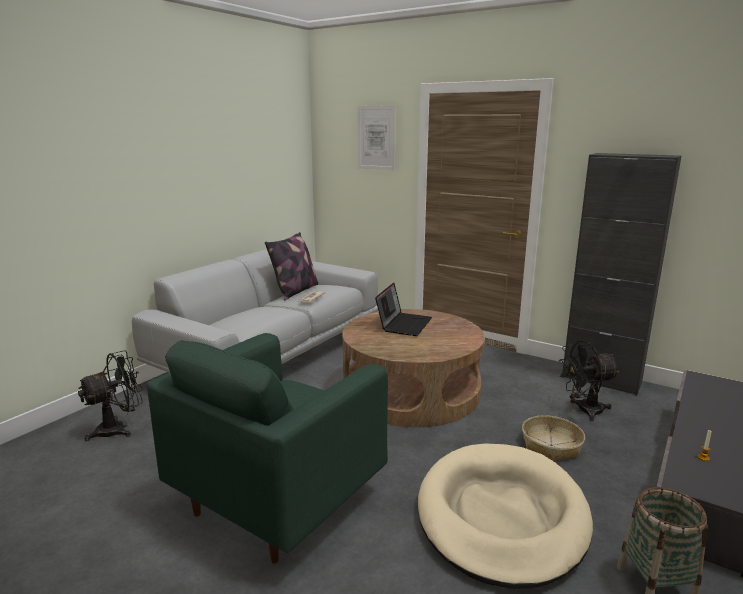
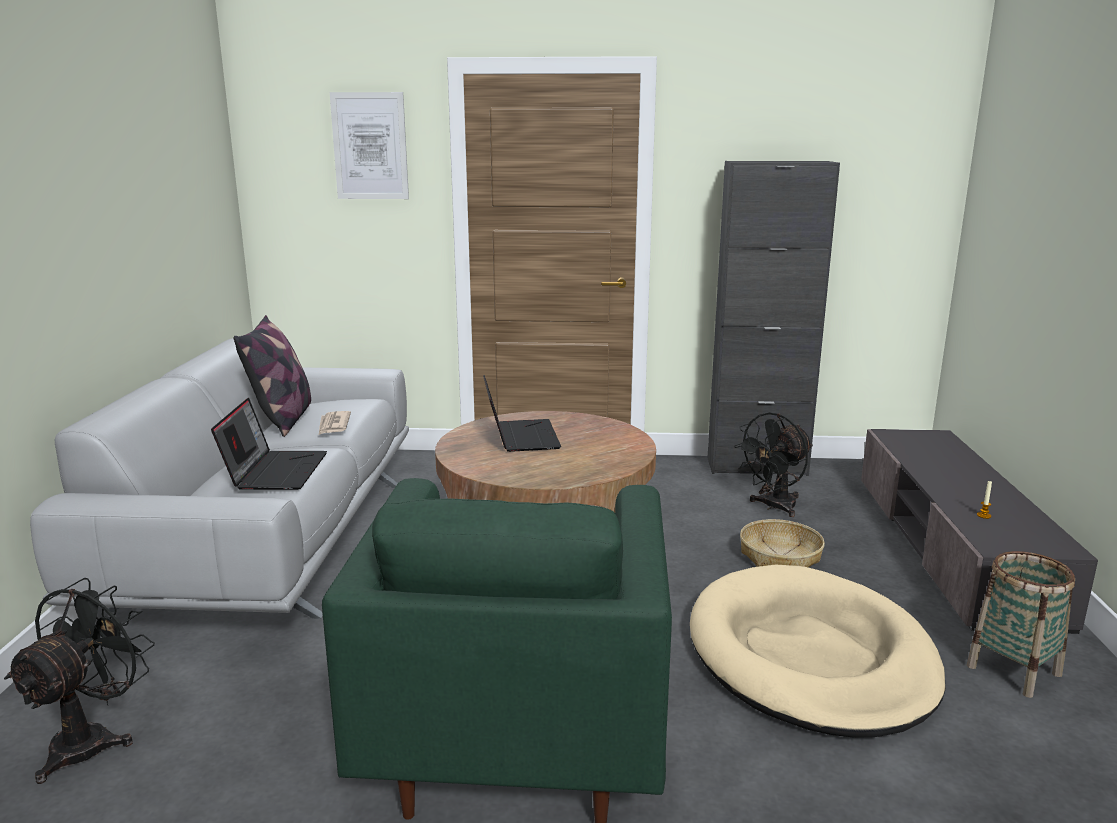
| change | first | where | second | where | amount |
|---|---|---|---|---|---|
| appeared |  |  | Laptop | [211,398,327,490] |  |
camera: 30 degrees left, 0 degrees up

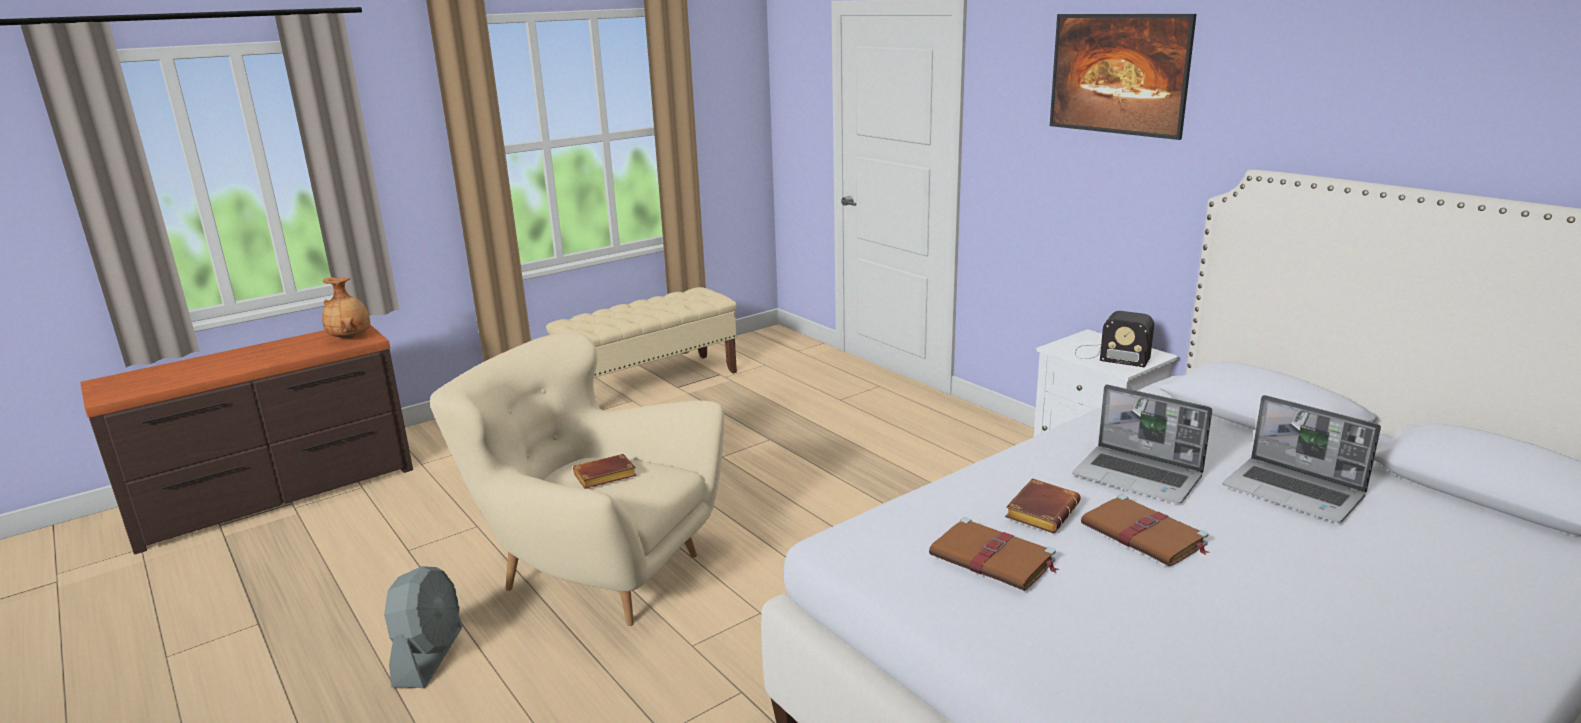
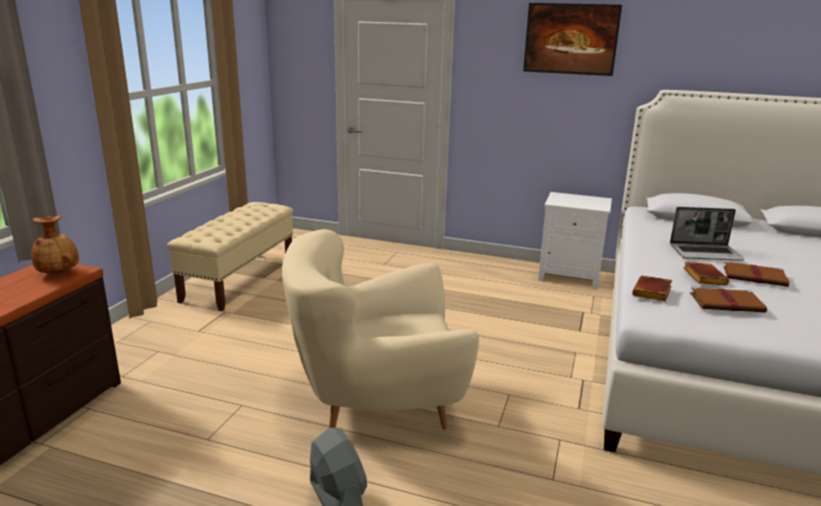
| change | first | where | second | where | amount |
|---|---|---|---|---|---|
| missing | Radio | [1075,311,1154,367] |  |  |  |
| missing | Laptop | [1223,395,1381,523] |  |  |  |
| relocated | BrownBook | [573,454,636,489] |  | [632,275,672,301] |  |
camera: 35 degrees left, 0 degrees up

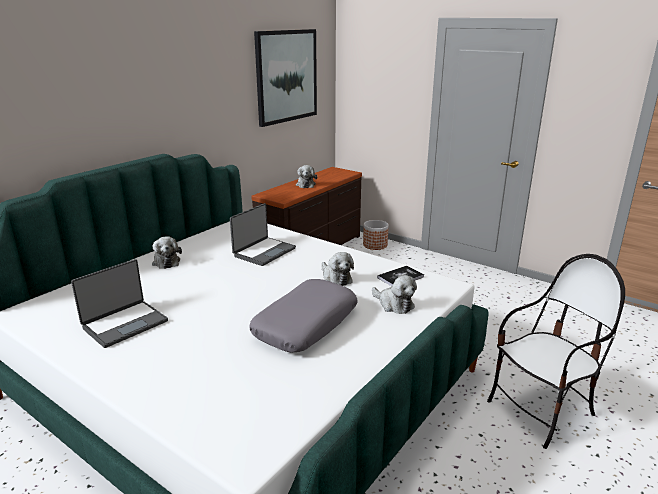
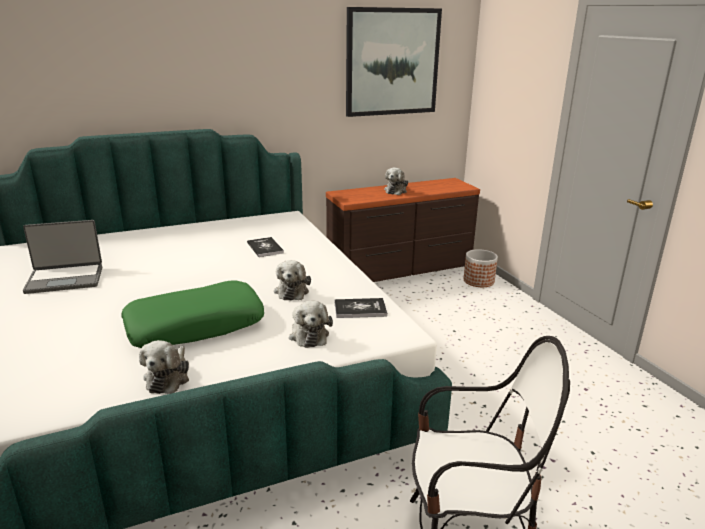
| change | first | where | second | where | amount |
|---|---|---|---|---|---|
| relocated | PlushToy | [152,237,182,269] |  | [139,340,189,394] |  |
| exchanged | Laptop | [230,203,296,266] | Book | [247,237,284,257] |  |
| colour | GreyPillow | [249,279,358,353] | GreenPillow | [121,280,264,348] |  |
camera: 30 degrees right, 0 degrees up

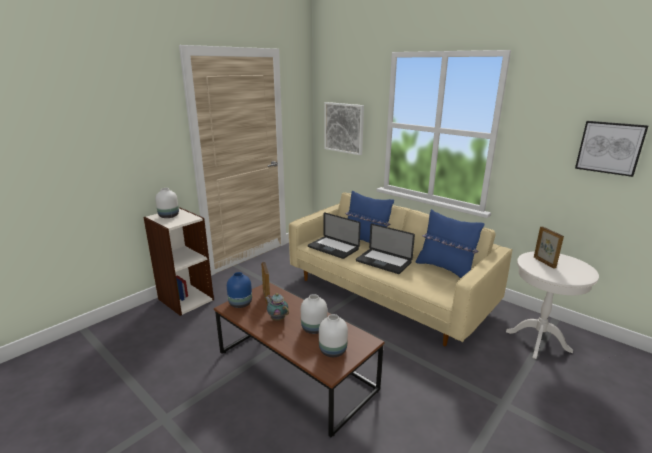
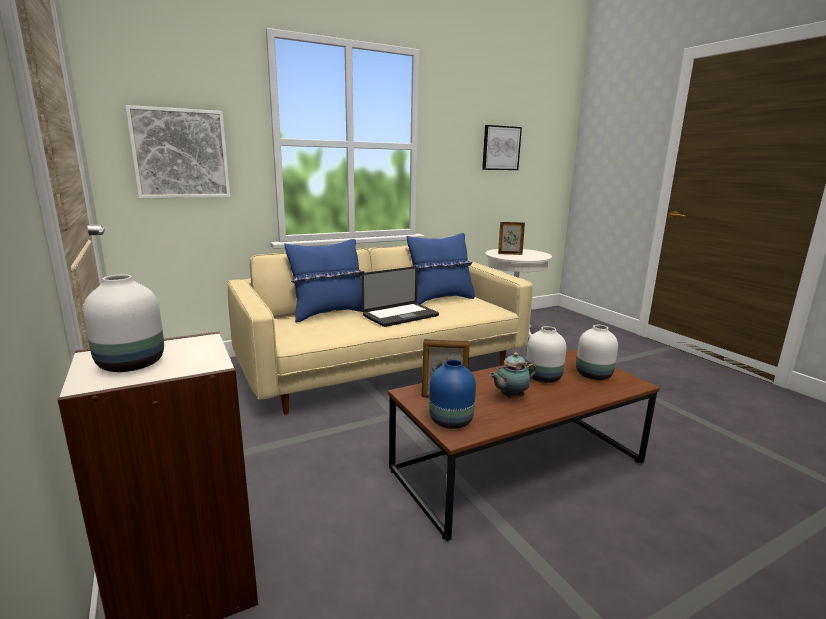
| change | first | where | second | where | amount |
|---|---|---|---|---|---|
| missing | Laptop | [308,212,361,259] |  |  |  |
camera: 70 degrees left, 5 degrees down

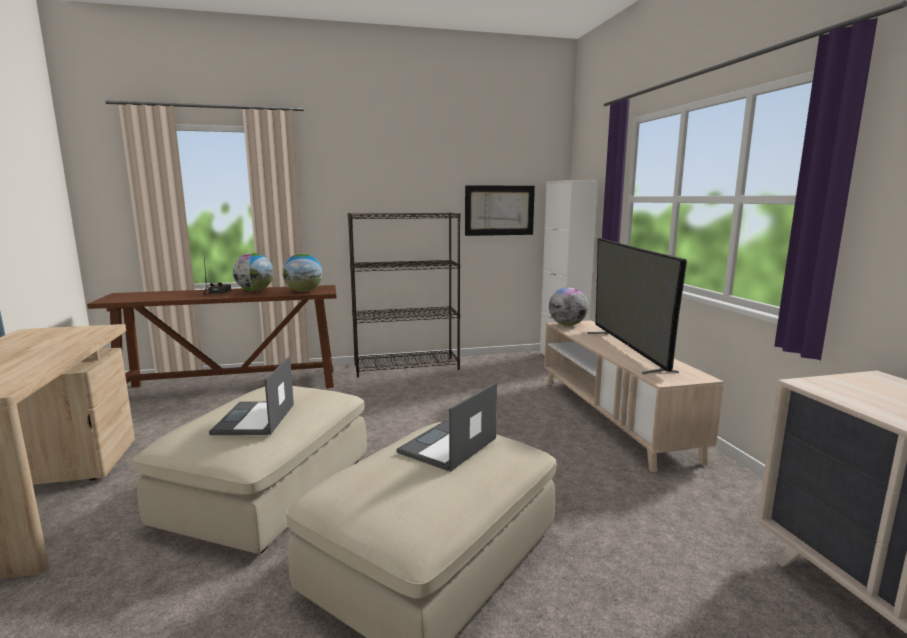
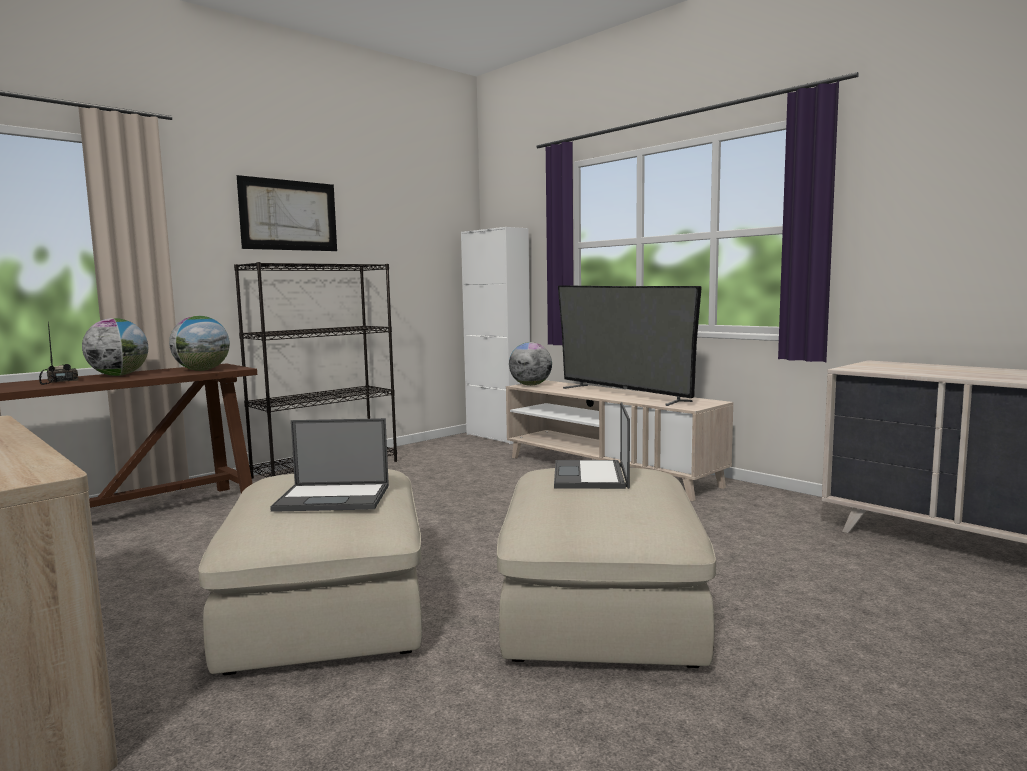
| change | first | where | second | where | amount |
|---|---|---|---|---|---|
| relocated | Picture | [465,185,535,236] |  | [237,175,337,251] |  |
| spun | Laptop | [209,356,294,435] |  | [270,418,389,512] | 60 degrees counterclockwise |
camera: 30 degrees left, 5 degrees down

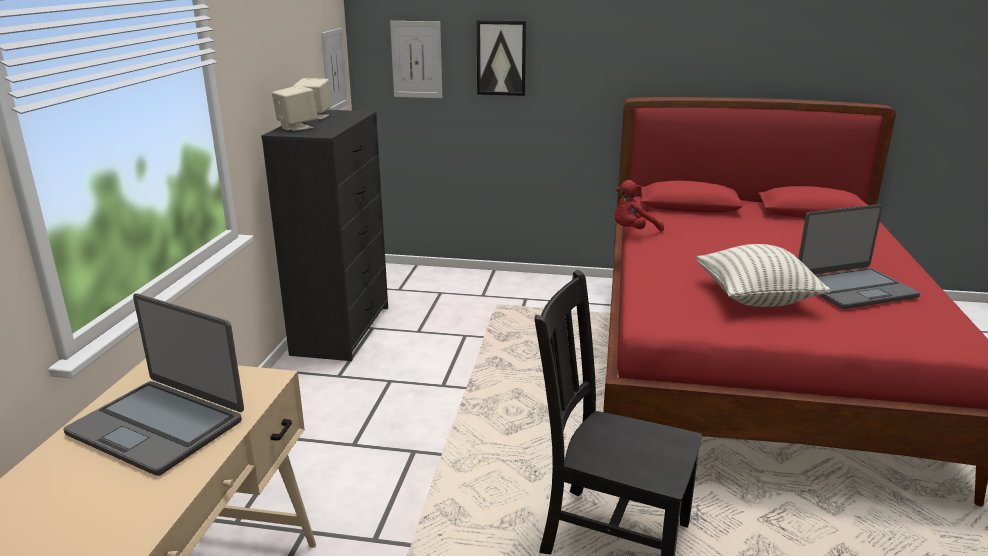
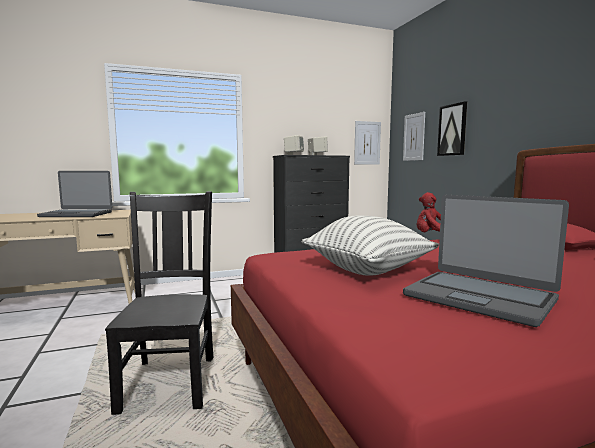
| change | first | where | second | where | amount |
|---|---|---|---|---|---|
| spun | Laptop | [64,293,244,476] |  | [37,171,112,217] | 90 degrees counterclockwise |
camera: 60 degrees right, 15 degrees down

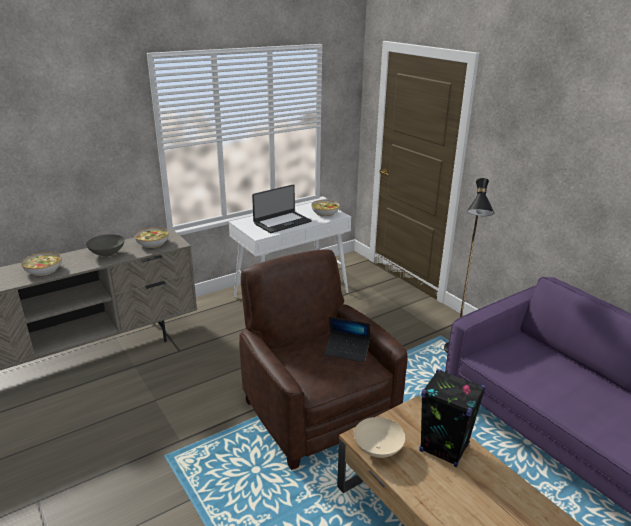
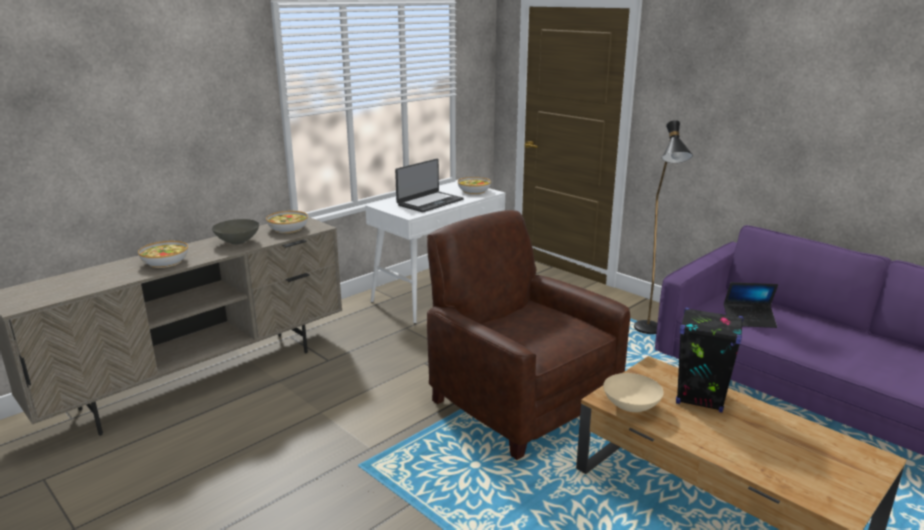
| change | first | where | second | where | amount |
|---|---|---|---|---|---|
| relocated | Laptop | [324,317,370,362] |  | [724,282,778,328] |  |
camera: 10 degrees left, 5 degrees down

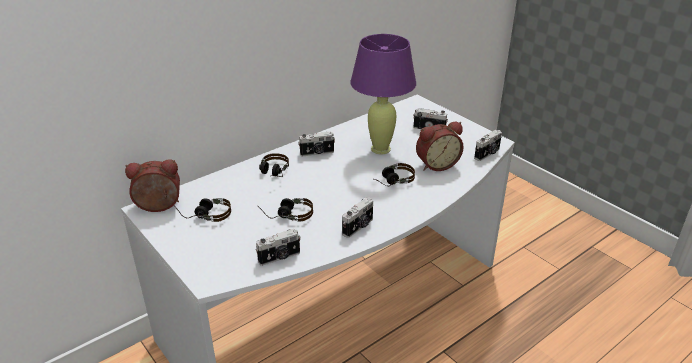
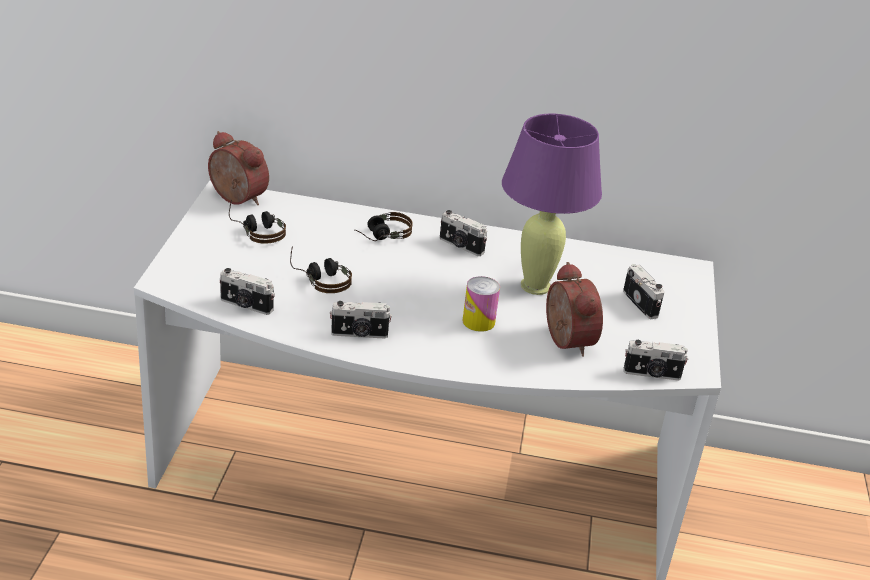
| change | first | where | second | where | amount |
|---|---|---|---|---|---|
| exchanged | Headphones | [374,163,415,186] | Can | [462,276,500,332] |  |
| spun | AlarmClock | [416,122,464,171] |  | [546,262,603,357] | 135 degrees counterclockwise |
camera: 45 degrees right, 0 degrees up

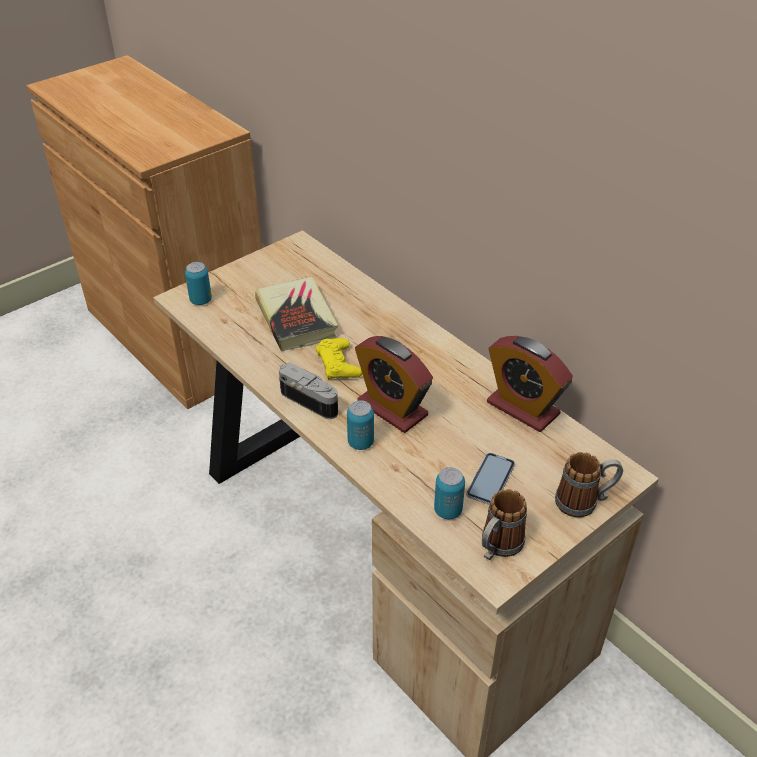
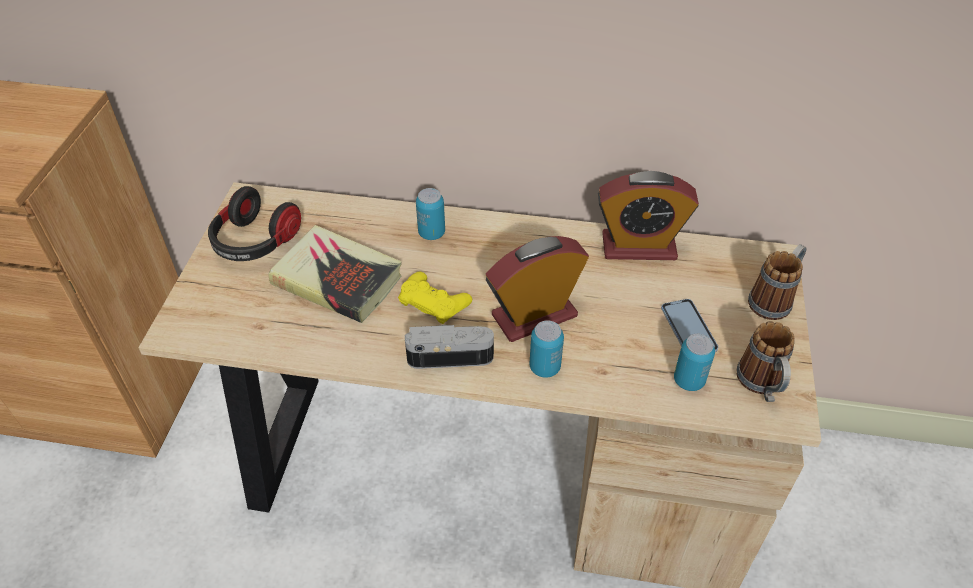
| change | first | where | second | where | amount |
|---|---|---|---|---|---|
| appeared |  |  | Headphones | [208,186,301,261] |  |
| relocated | Can | [185,262,212,305] |  | [416,188,445,240] |  |
| spun | AlarmClock | [355,336,433,433] |  | [486,236,589,342] | 150 degrees clockwise |
camera: 40 degrees left, 5 degrees up

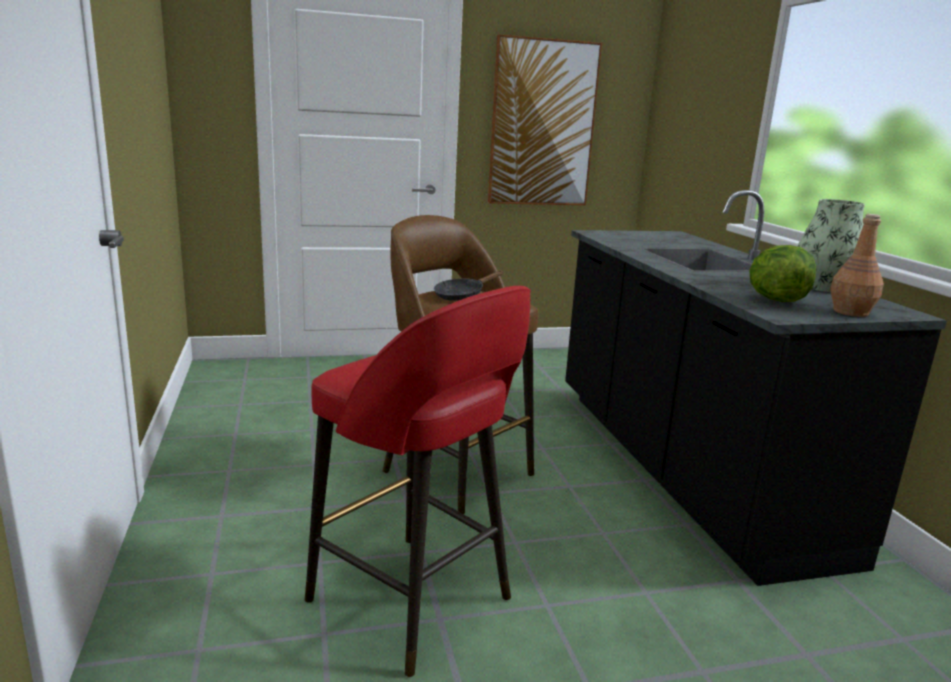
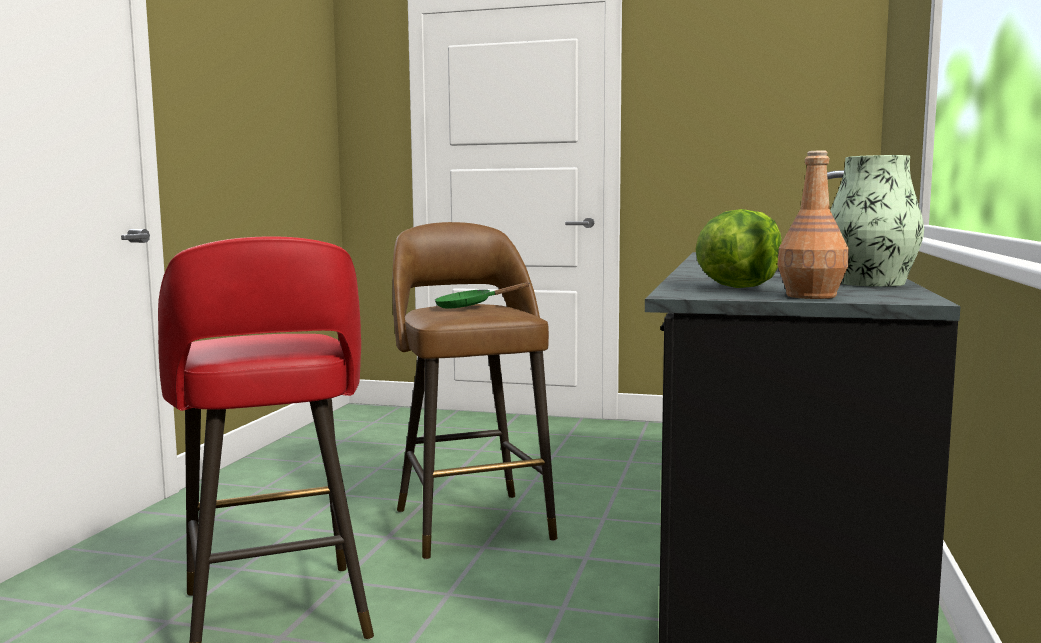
| change | first | where | second | where | amount |
|---|---|---|---|---|---|
| missing | Picture | [488,34,602,205] |  |  |  |
| colour | BlackFryingPan | [434,271,504,301] | GreenFryingPan | [435,282,530,308] |  |
camera: 30 degrees right, 10 degrees down

